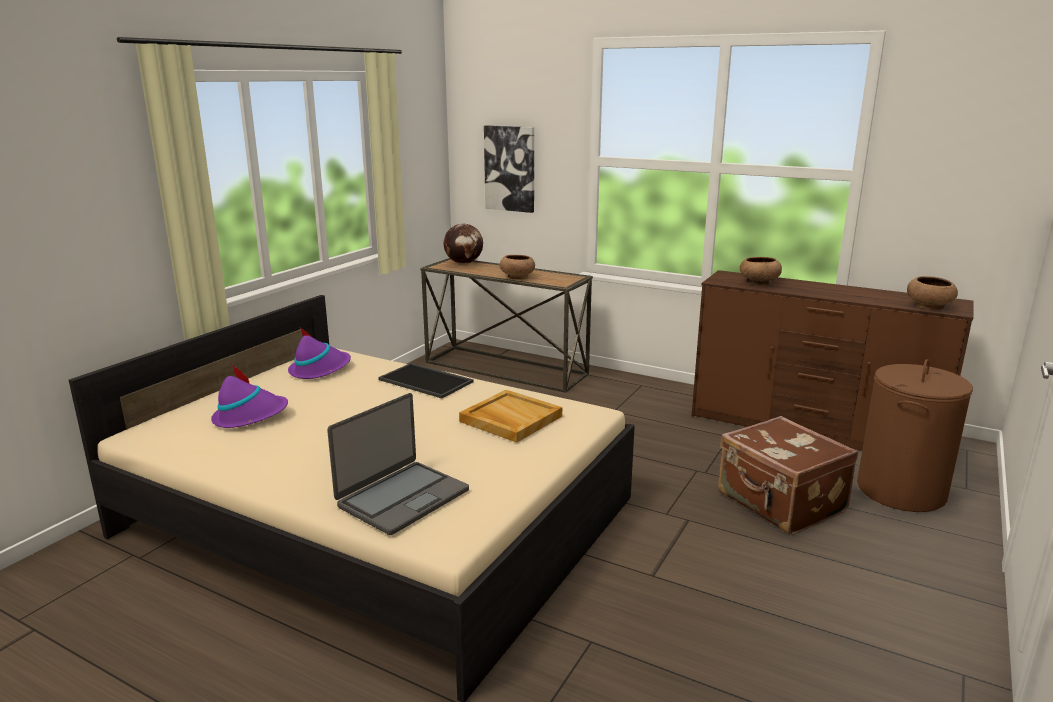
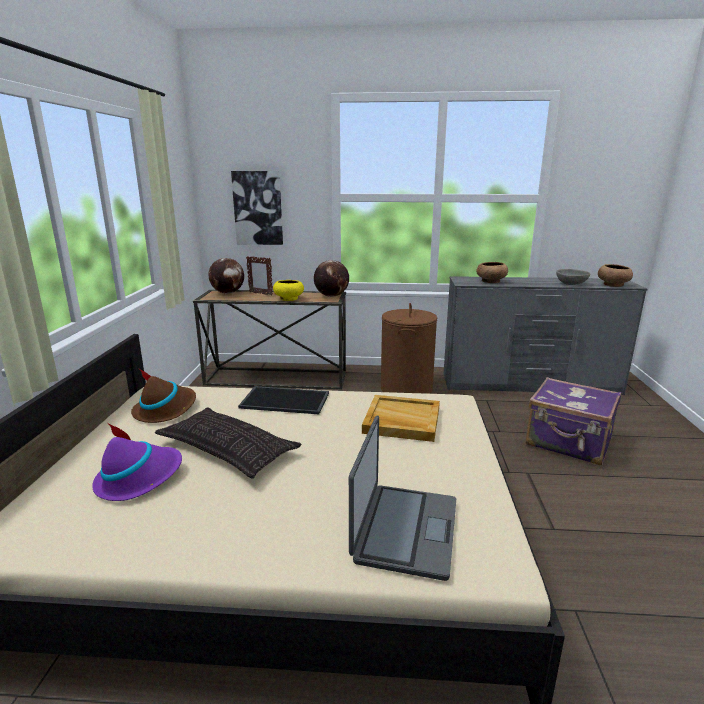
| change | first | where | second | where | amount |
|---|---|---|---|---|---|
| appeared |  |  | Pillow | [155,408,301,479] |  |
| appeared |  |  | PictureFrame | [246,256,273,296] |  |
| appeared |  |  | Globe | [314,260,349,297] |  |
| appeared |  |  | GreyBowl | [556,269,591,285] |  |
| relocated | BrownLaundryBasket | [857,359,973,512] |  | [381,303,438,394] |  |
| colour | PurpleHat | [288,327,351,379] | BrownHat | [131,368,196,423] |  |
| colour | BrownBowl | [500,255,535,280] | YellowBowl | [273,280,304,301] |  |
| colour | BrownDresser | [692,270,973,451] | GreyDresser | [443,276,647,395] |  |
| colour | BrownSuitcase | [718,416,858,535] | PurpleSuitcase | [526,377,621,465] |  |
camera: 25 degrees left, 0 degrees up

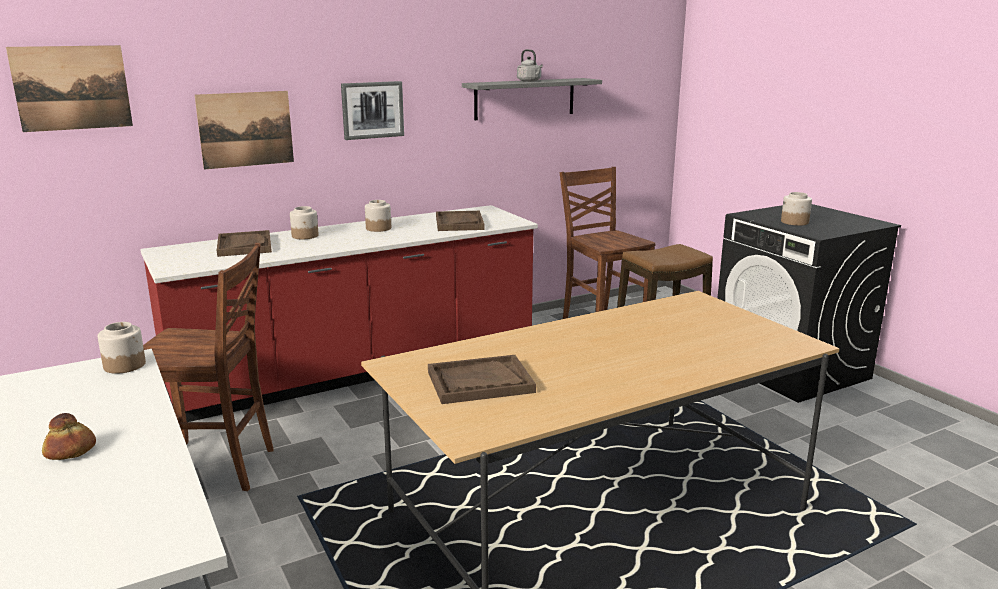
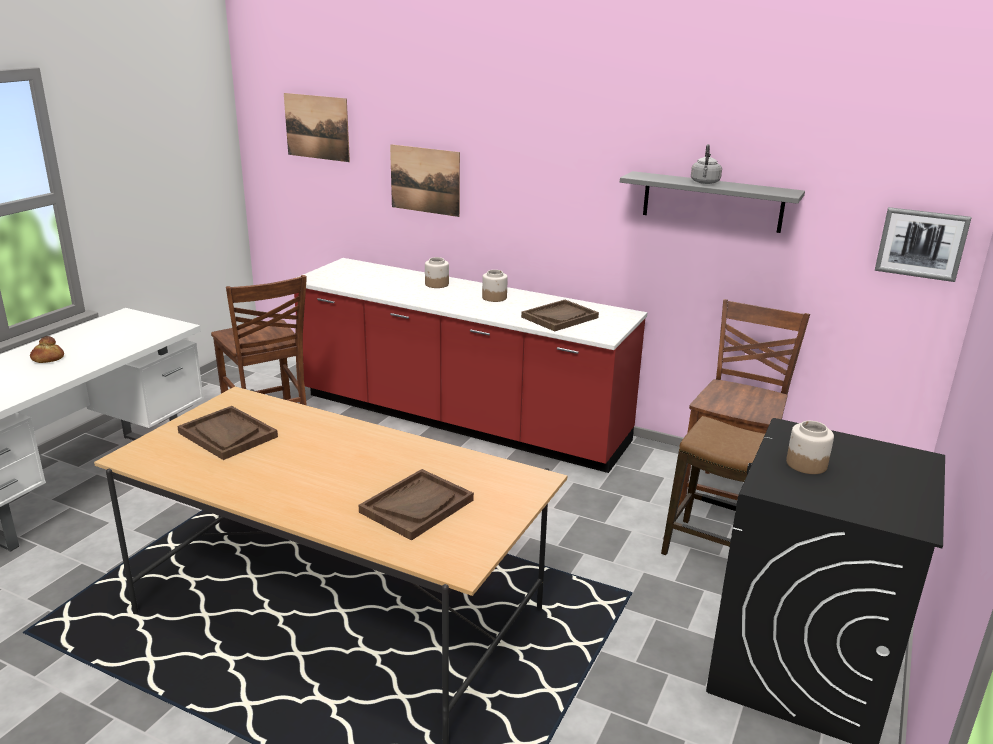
| change | first | where | second | where | amount |
|---|---|---|---|---|---|
| missing | Jar | [98,322,146,374] |  |  |  |
| relocated | BrownTray | [217,230,272,257] |  | [359,469,474,541] |  |
| relocated | Picture | [341,81,404,140] |  | [875,207,971,282] |  |
camera: 55 degrees right, 5 degrees up

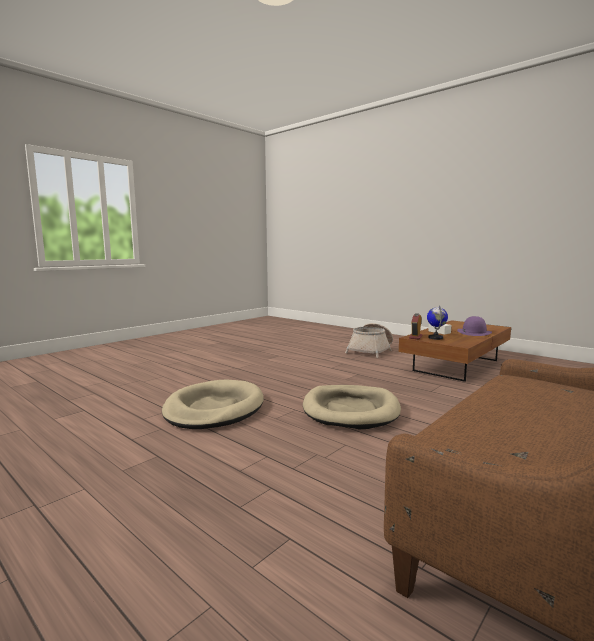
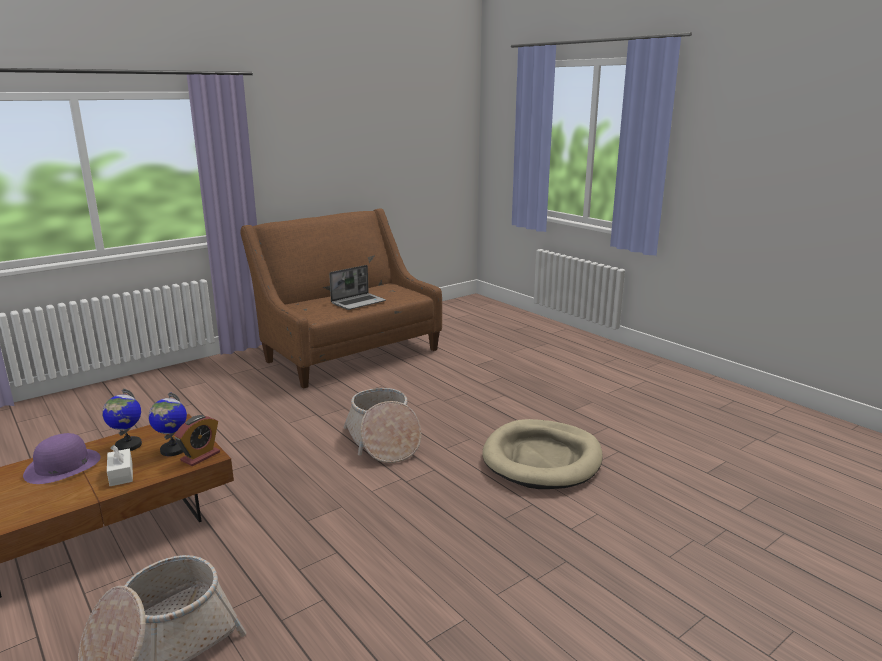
| change | first | where | second | where | amount |
|---|---|---|---|---|---|
| appeared |  |  | Globe | [102,389,142,451] |  |
| appeared |  |  | Laptop | [329,265,386,310] |  |
| exchanged | BeigeDogBed | [303,385,401,429] | Basket | [343,388,421,463] |  |
camera: 170 degrees left, 10 degrees up

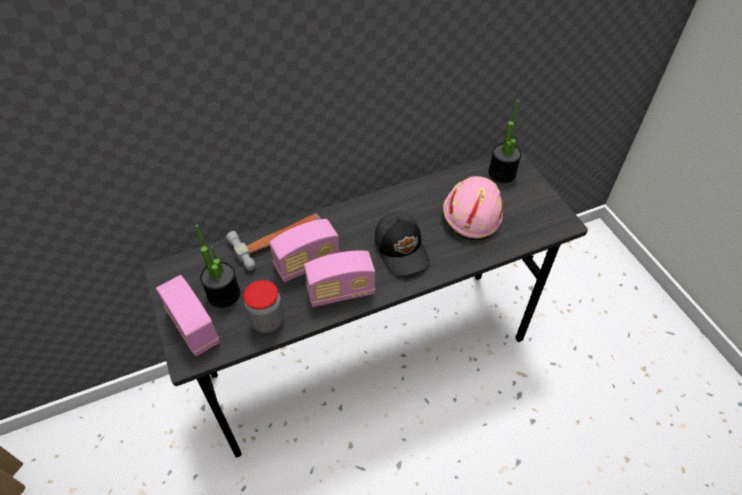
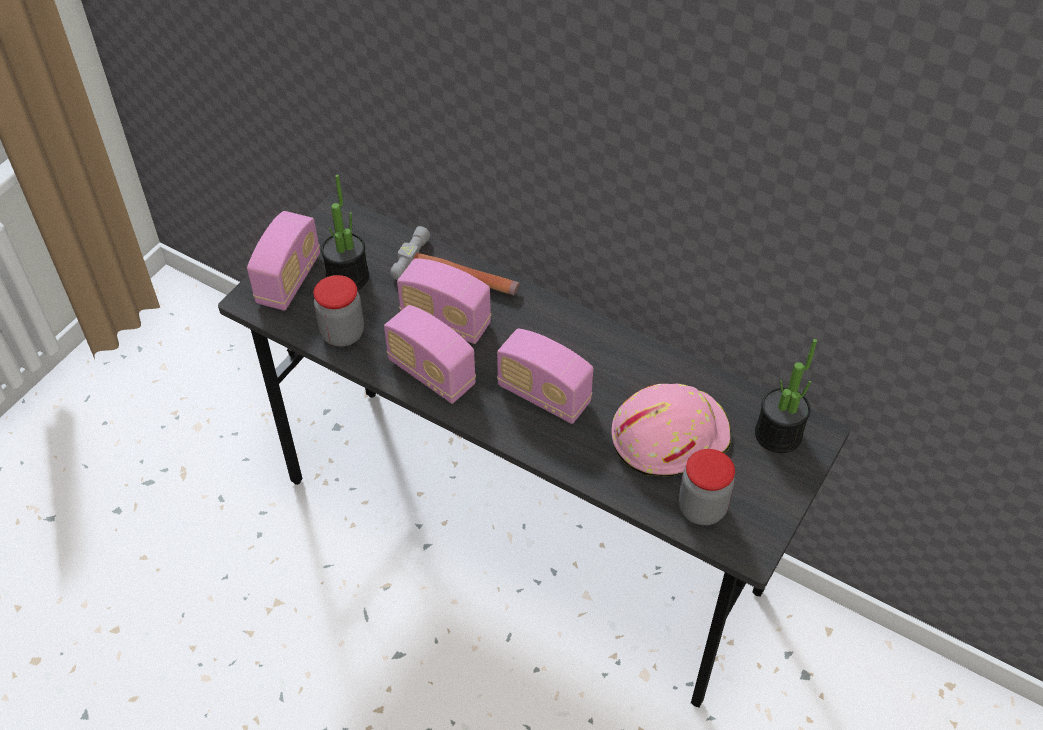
| change | first | where | second | where | amount |
|---|---|---|---|---|---|
| appeared |  |  | Jar | [679,449,735,525] |  |
| exchanged | BlackCap | [374,212,430,276] | Radio | [497,328,593,424] |  |
camera: 55 degrees right, 0 degrees up

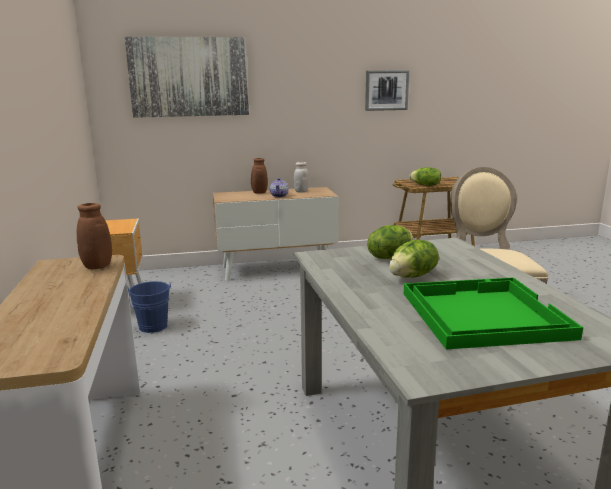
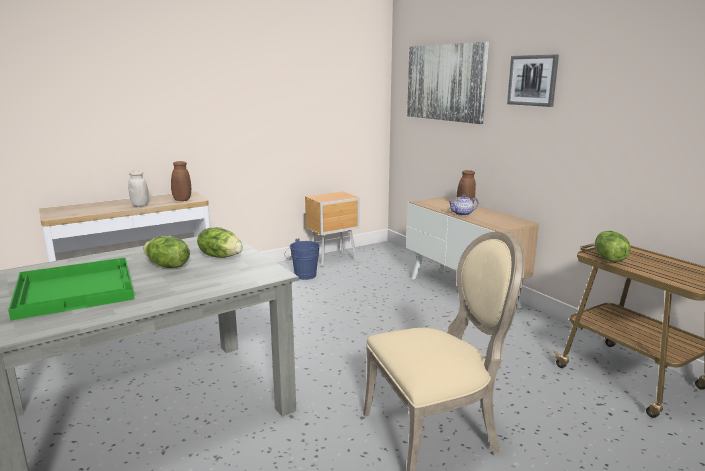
| change | first | where | second | where | amount |
|---|---|---|---|---|---|
| relocated | WhiteJar | [294,162,309,193] |  | [128,171,149,207] |  |
| relocated | Picture | [365,70,409,111] |  | [507,54,559,107] |  |
camera: 70 degrees right, 0 degrees up

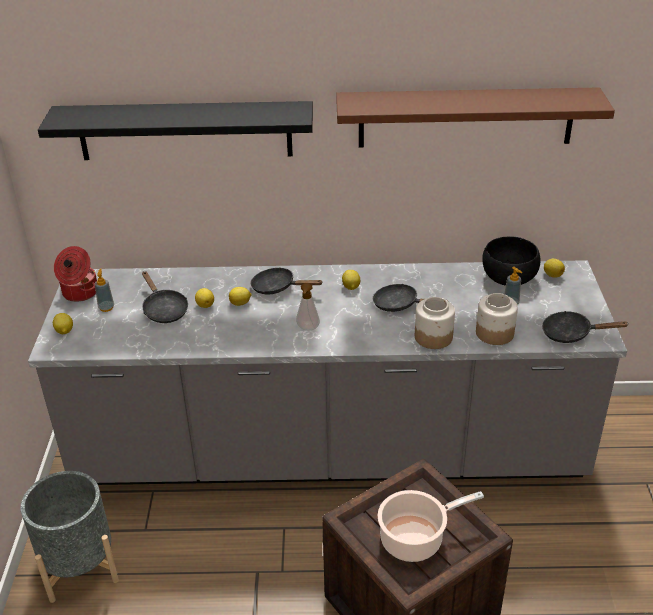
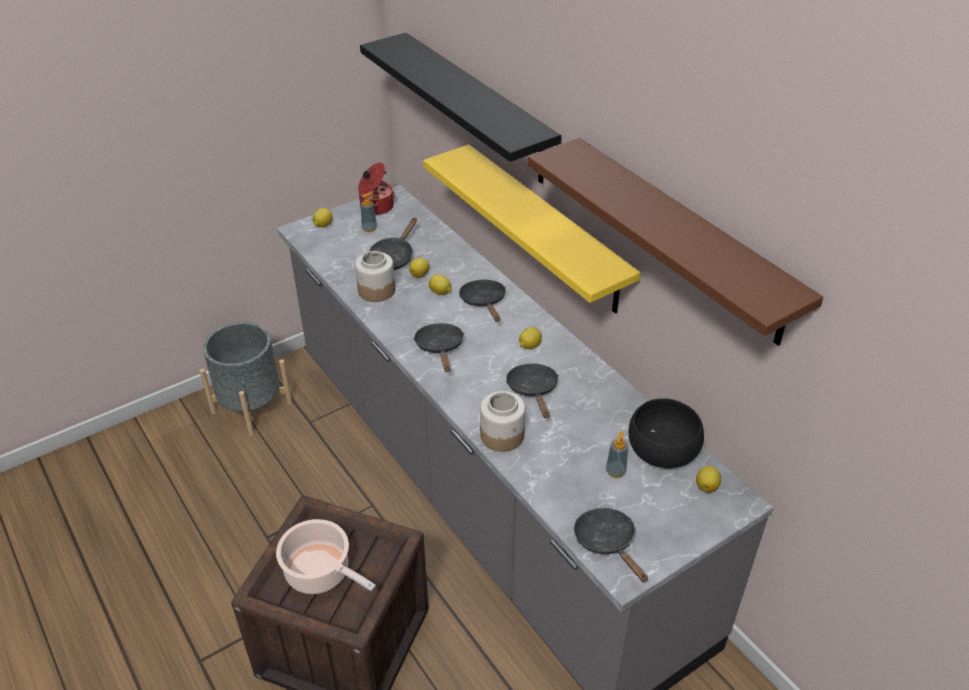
| change | first | where | second | where | amount |
|---|---|---|---|---|---|
| appeared |  |  | YellowShelf | [423,144,641,314] |  |
| relocated | Jar | [476,293,518,345] |  | [355,251,395,302] |  |
| exchanged | SoapDispenser | [296,283,320,330] | BlackFryingPan | [414,323,464,372] |  |
camera: 55 degrees right, 5 degrees up

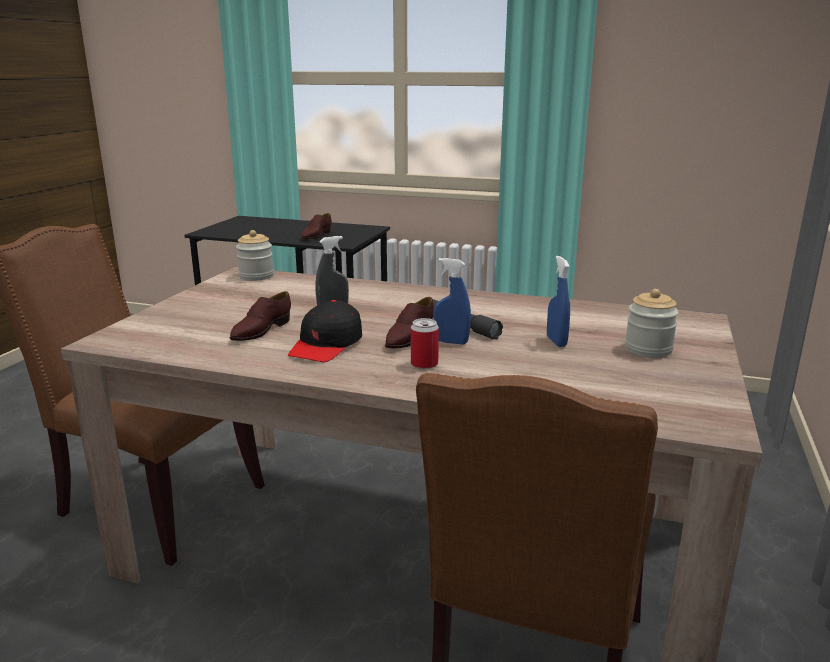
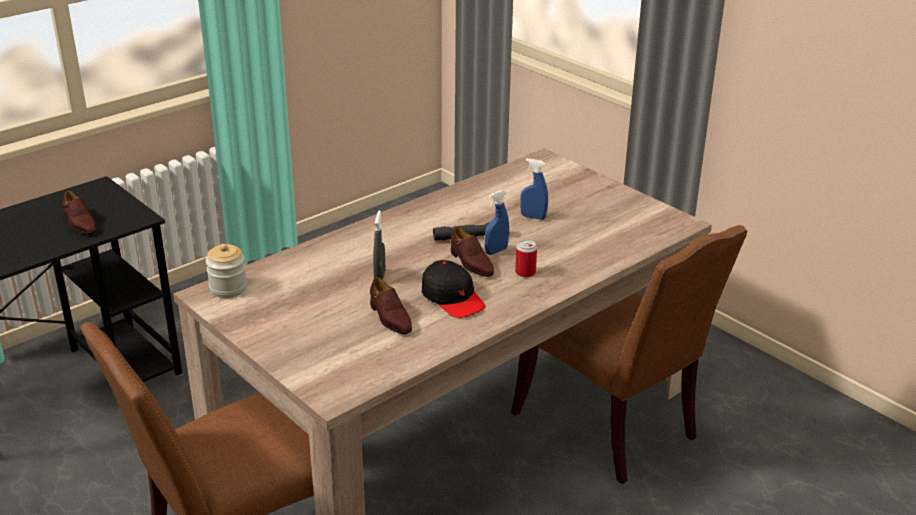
| change | first | where | second | where | amount |
|---|---|---|---|---|---|
| missing | Jar | [625,289,679,358] |  |  |  |
camera: 60 degrees left, 10 degrees up

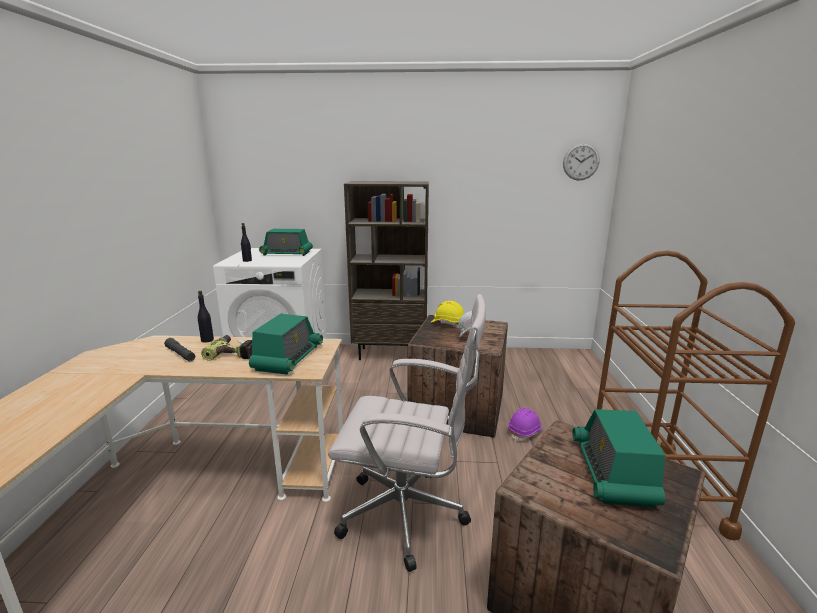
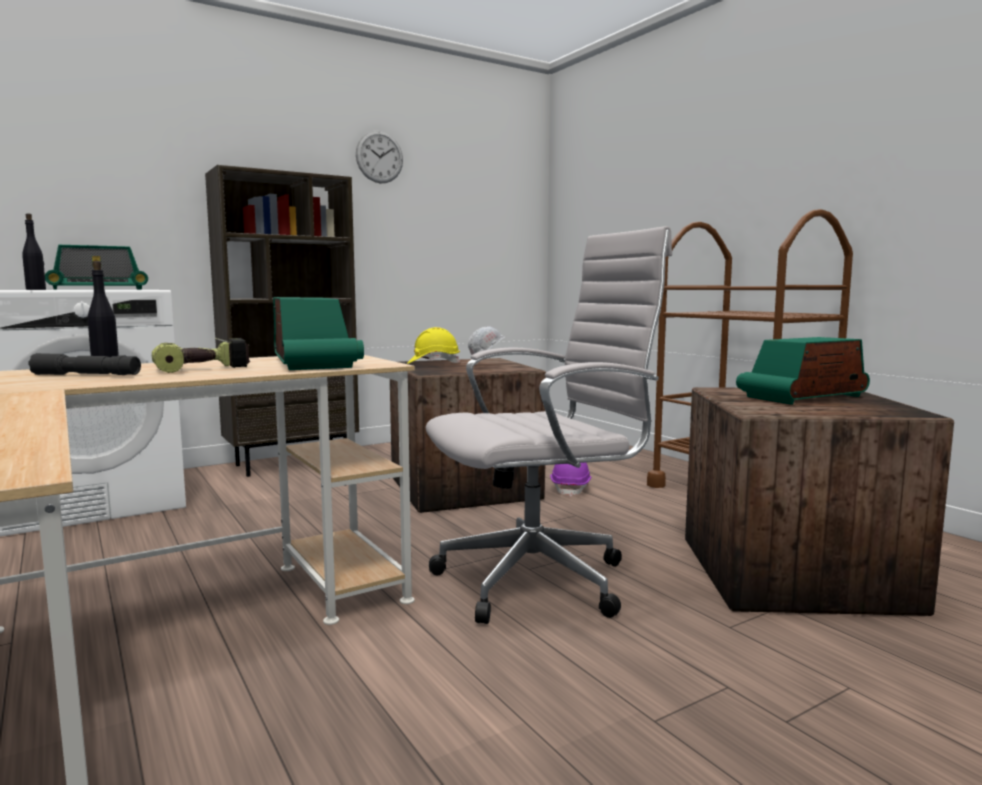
| change | first | where | second | where | amount |
|---|---|---|---|---|---|
| relocated | WallClock | [563,143,600,181] |  | [356,131,403,183] |  |
| spun | Radio | [572,409,665,507] |  | [736,337,870,405] | 90 degrees clockwise |
camera: 35 degrees left, 10 degrees down

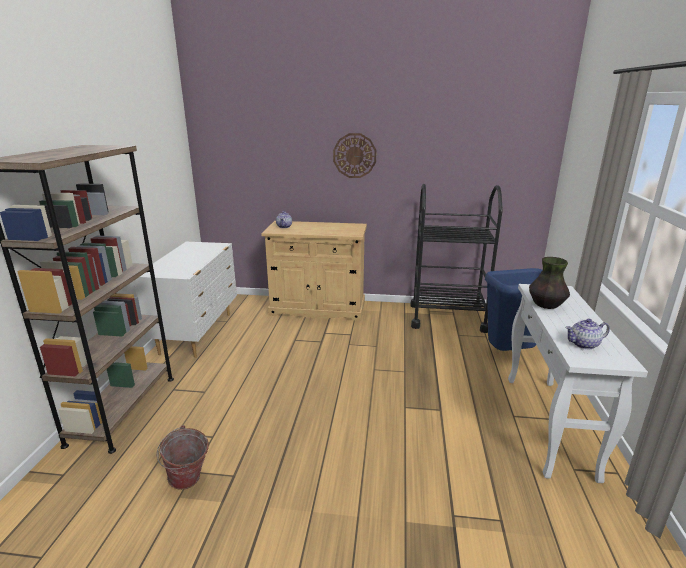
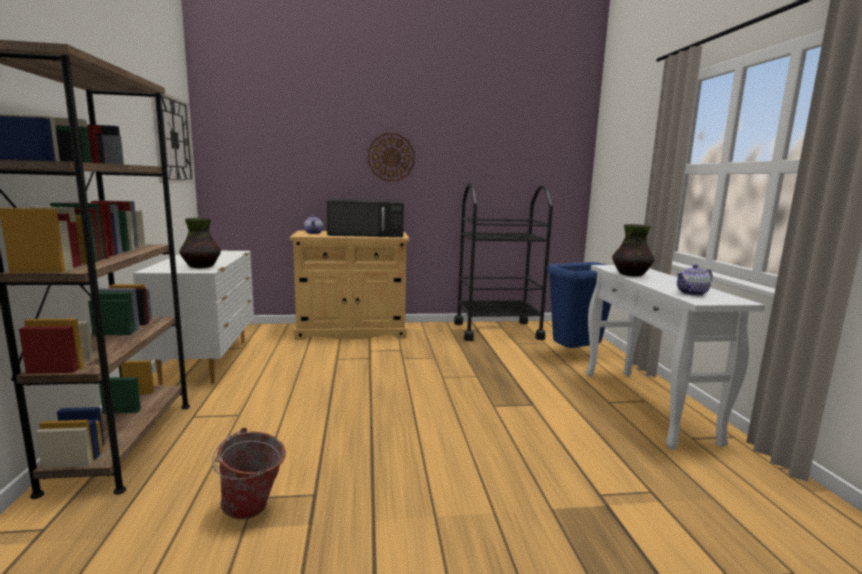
| change | first | where | second | where | amount |
|---|---|---|---|---|---|
| appeared |  |  | WallClock | [152,93,194,183] |  |
| appeared |  |  | Vase | [179,218,221,268] |  |
| appeared |  |  | BlackMicrowave | [327,199,404,237] |  |
camera: 15 degrees left, 10 degrees down

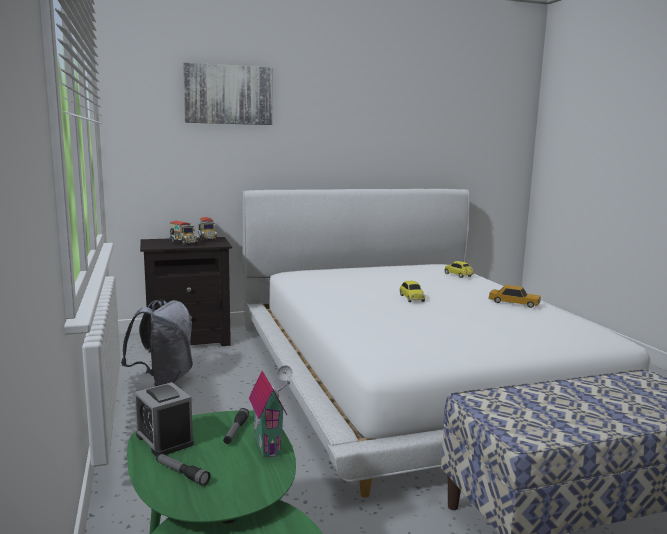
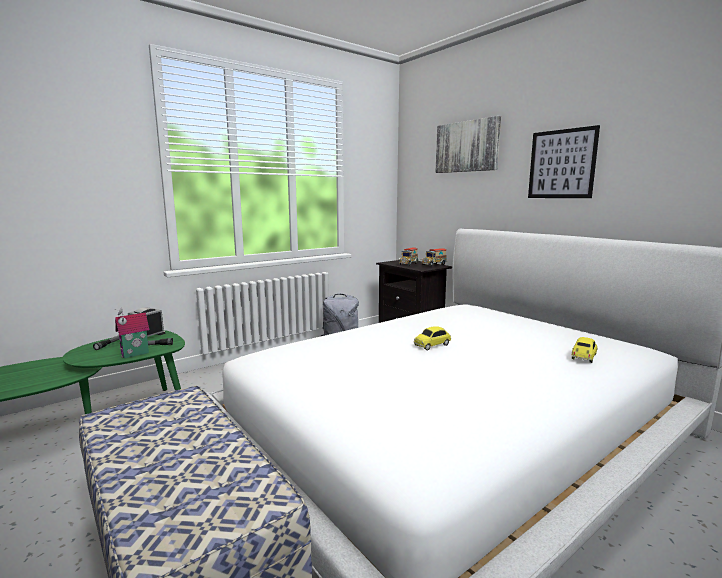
| change | first | where | second | where | amount |
|---|---|---|---|---|---|
| missing | ToyCar | [488,285,541,308] |  |  |  |
| appeared |  |  | Picture | [528,125,600,198] |  |
camera: 70 degrees right, 0 degrees up

